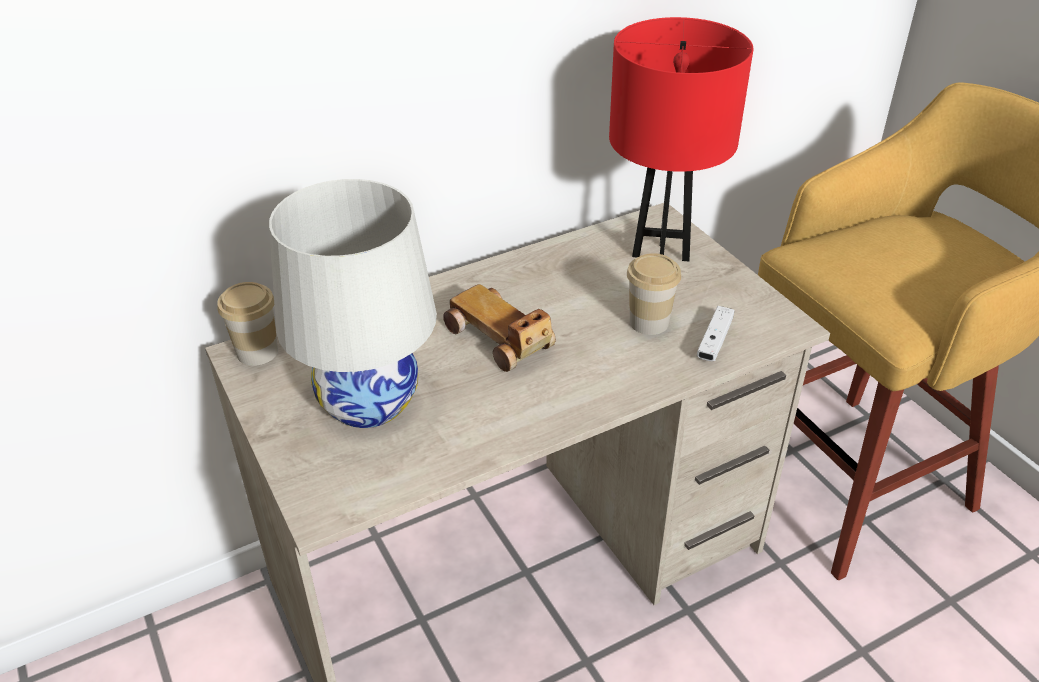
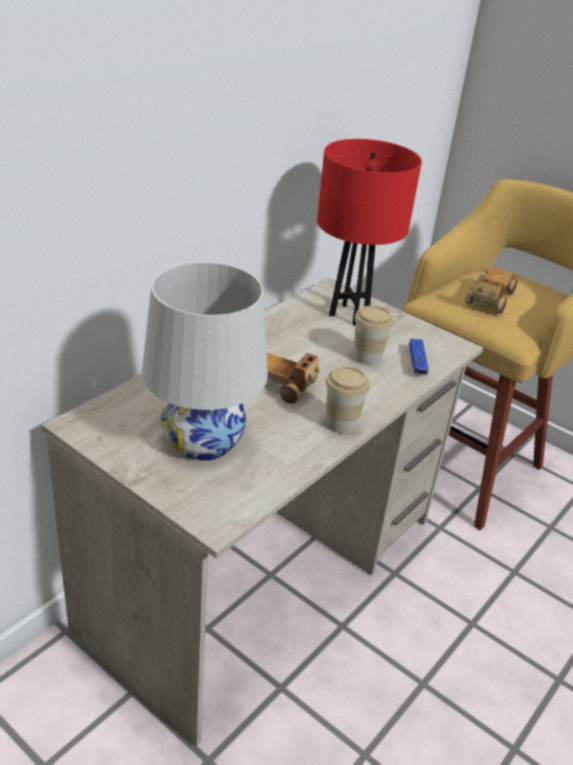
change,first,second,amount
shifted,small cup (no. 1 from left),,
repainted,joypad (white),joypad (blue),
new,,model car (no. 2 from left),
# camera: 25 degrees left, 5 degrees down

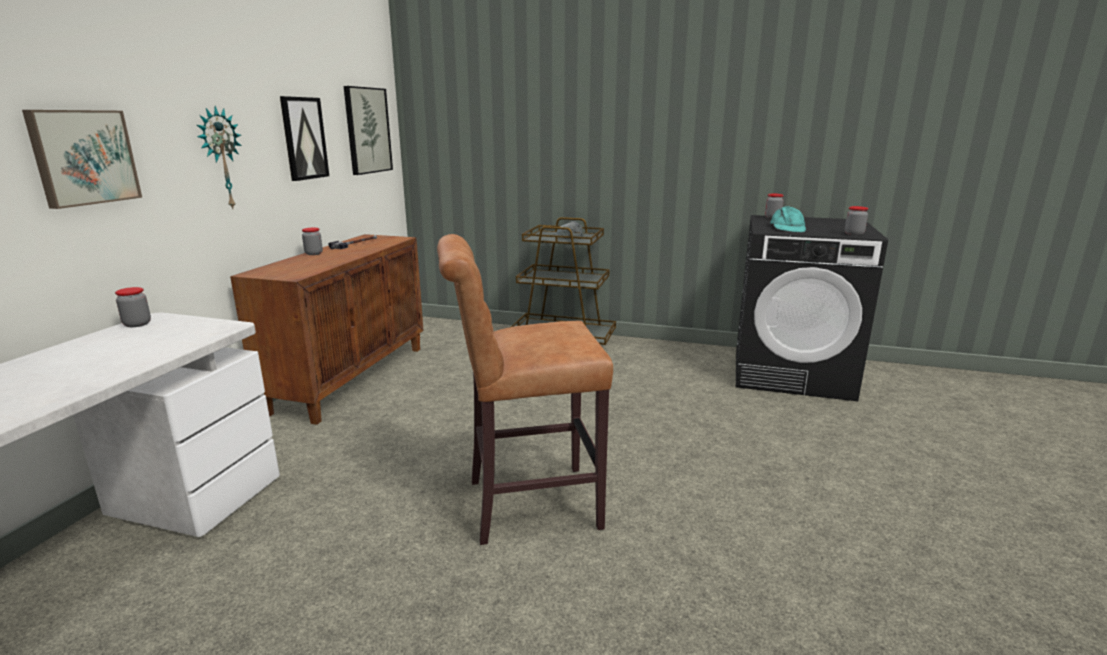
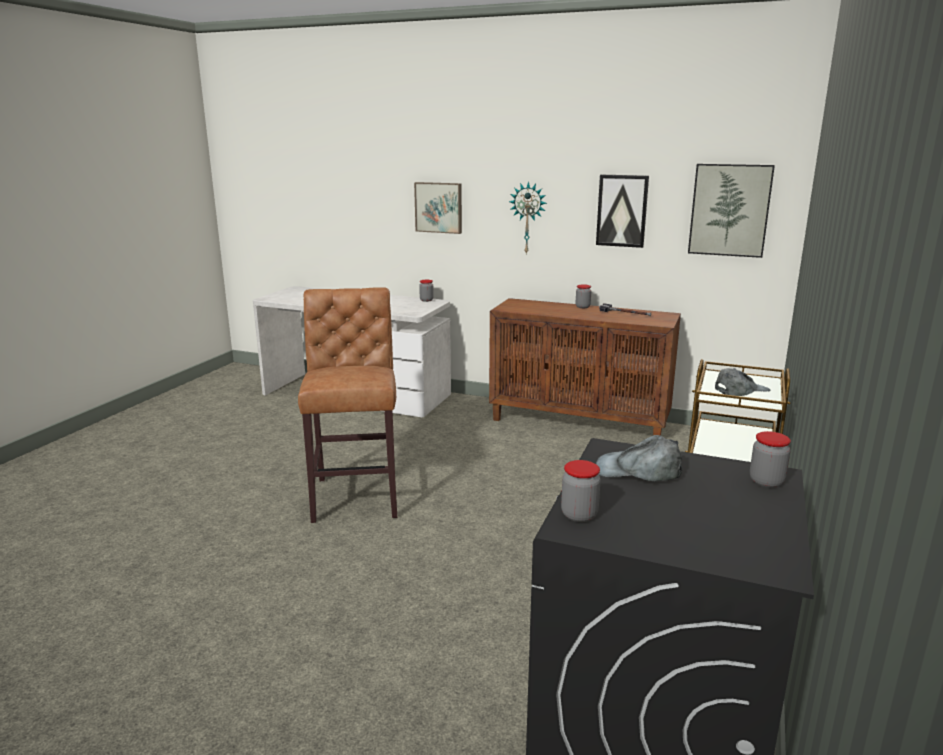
change,first,second,amount
repainted,cap (turquoise),cap (greyish) (no. 1 from left),
# camera: 95 degrees right, 0 degrees up

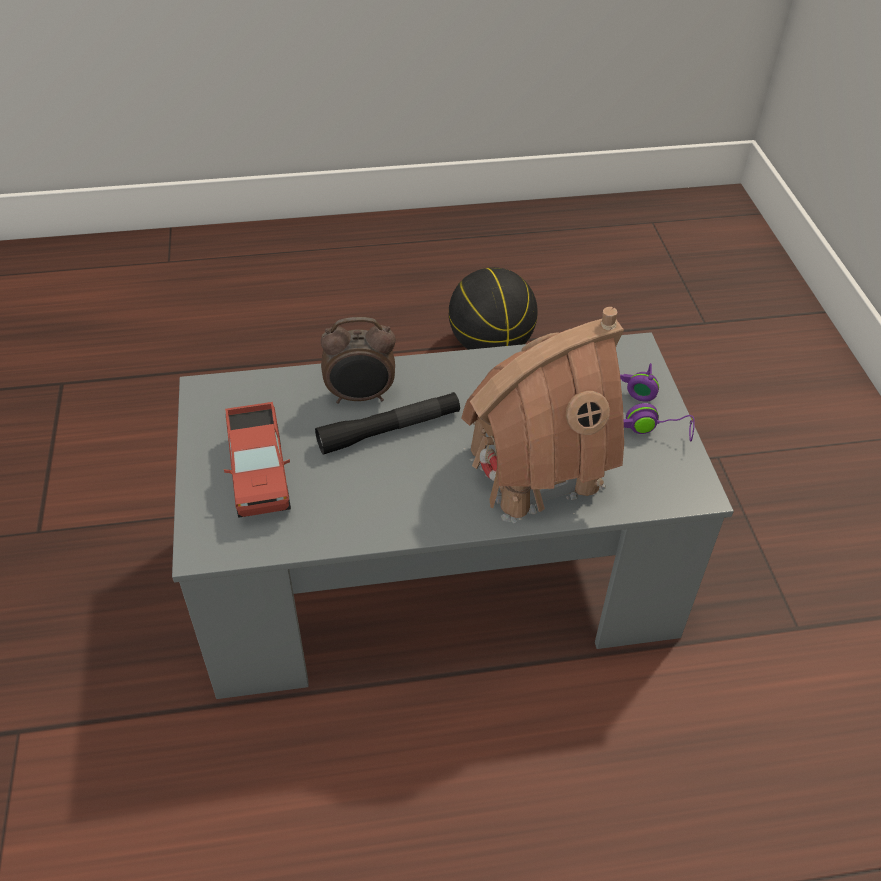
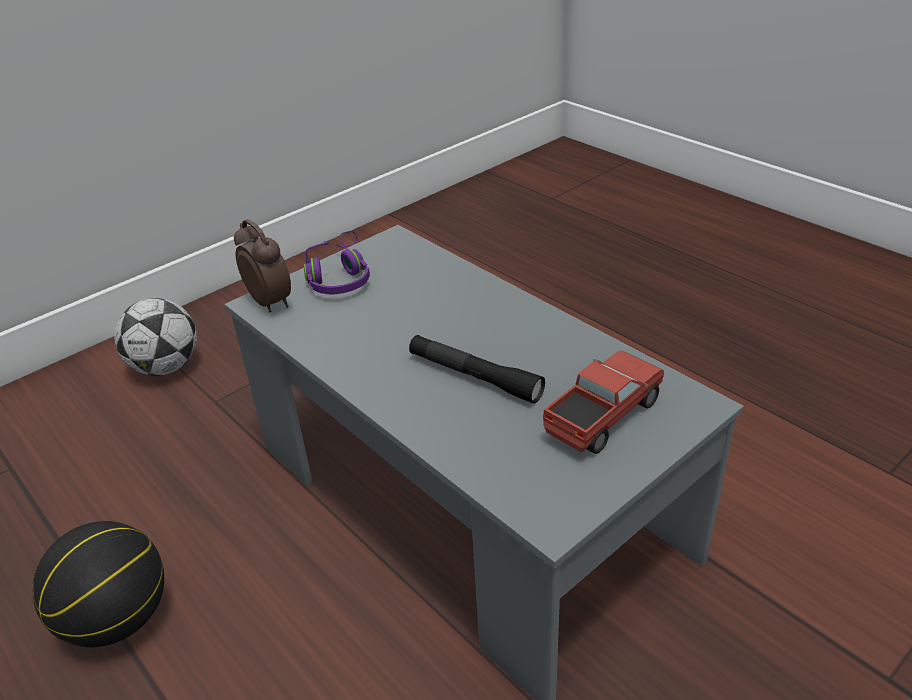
change,first,second,amount
gone,miniature house,,
shifted,table clock,,
new,,football,
# camera: 120 degrees left, 10 degrees down

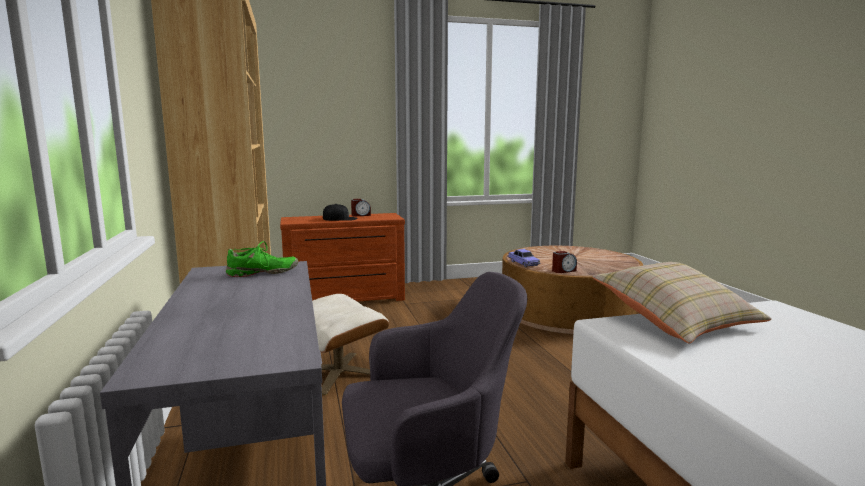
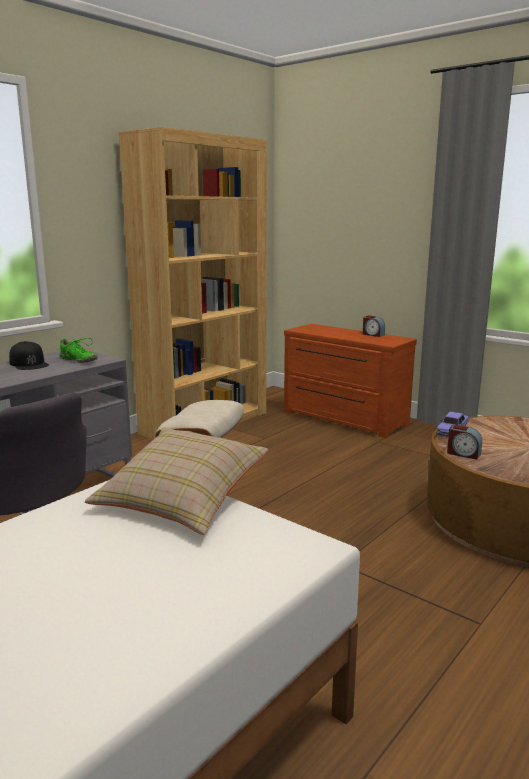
change,first,second,amount
shifted,cap (black),,
# camera: 55 degrees right, 5 degrees up

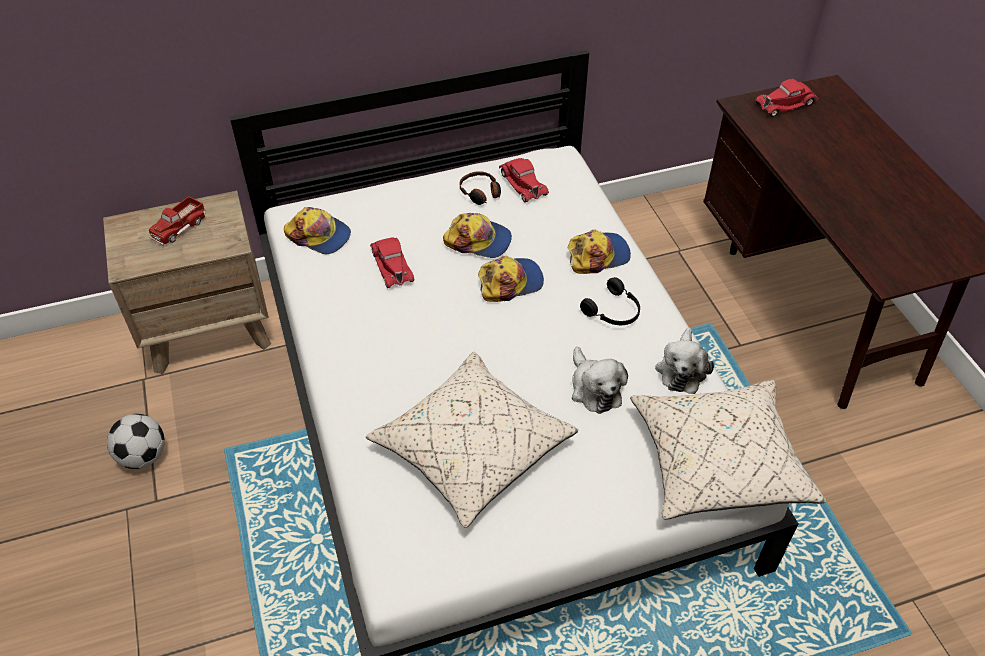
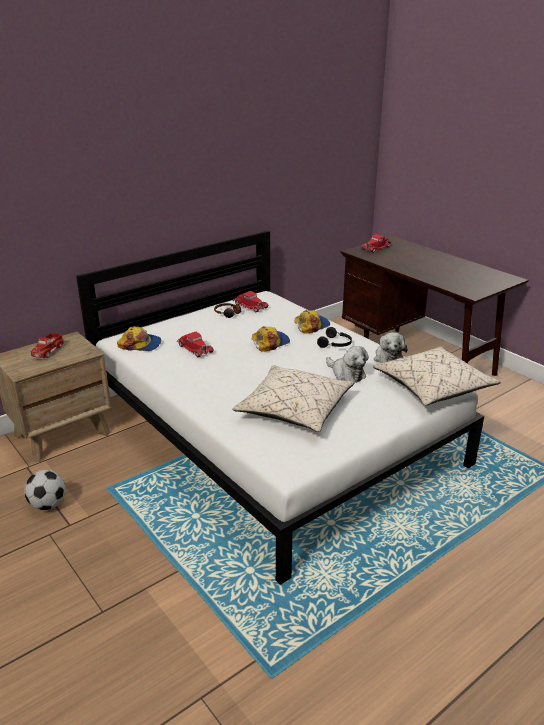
change,first,second,amount
gone,cap (no. 2 from left),,
# camera: 20 degrees left, 20 degrees down

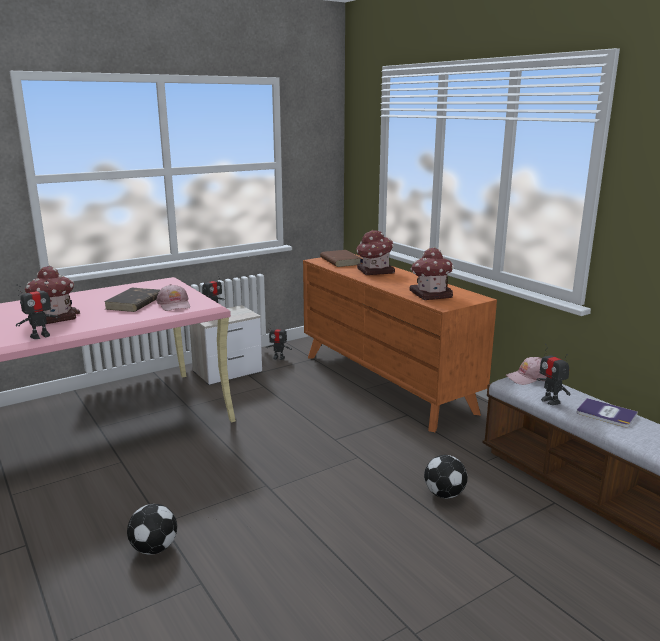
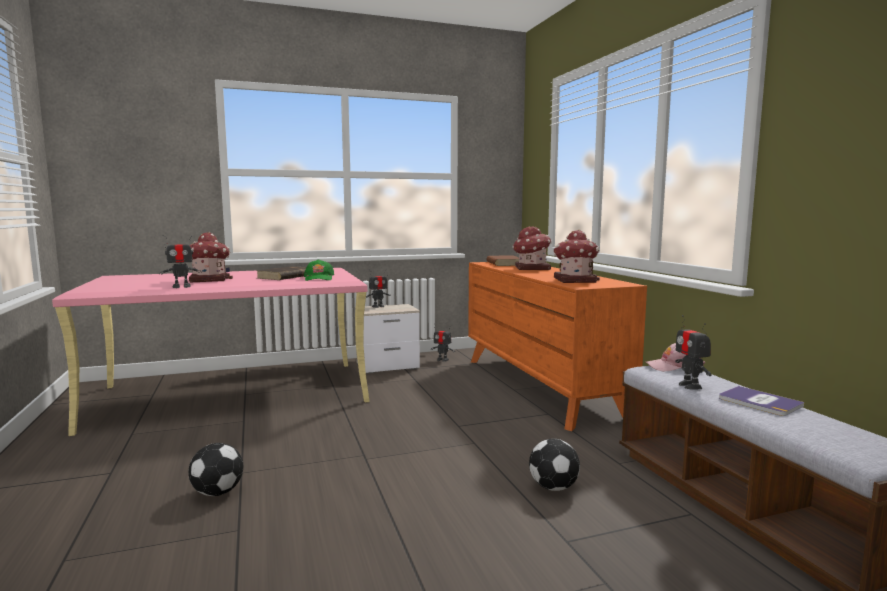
change,first,second,amount
repainted,cap (pink) (no. 1 from left),cap (greenish),
# camera: 15 degrees right, 10 degrees down

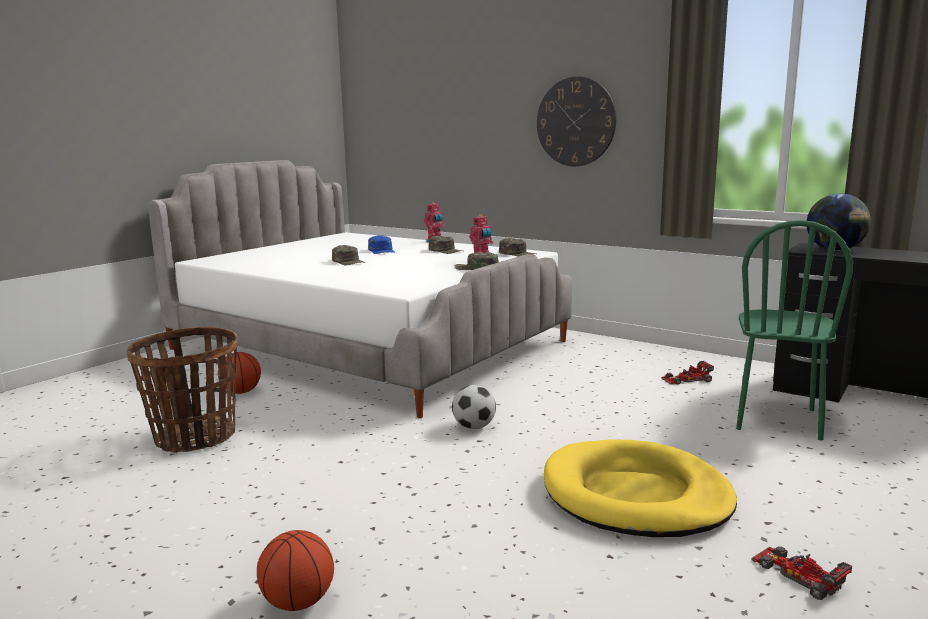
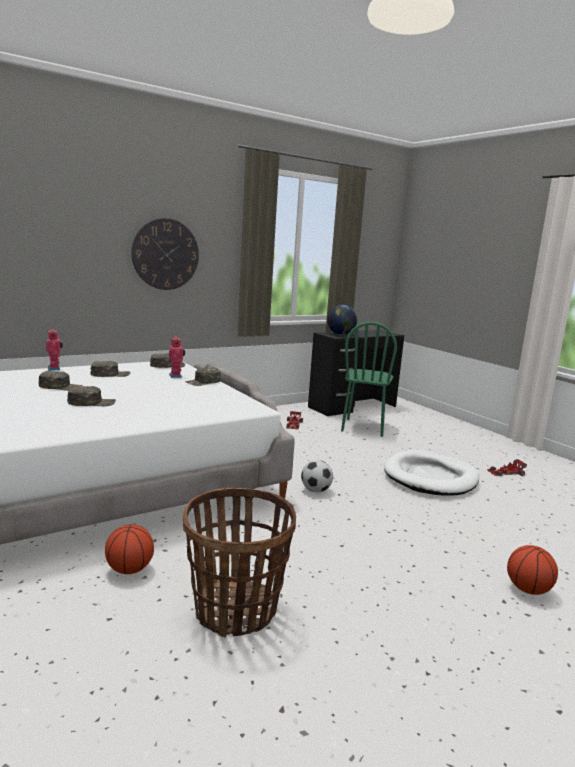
change,first,second,amount
rotated,plain chair (greenish),,60 degrees clockwise
repainted,cap (blue),cap (greenish) (no. 1 from left),
repainted,pet bed (yellow),pet bed (white),
# camera: 70 degrees left, 0 degrees up

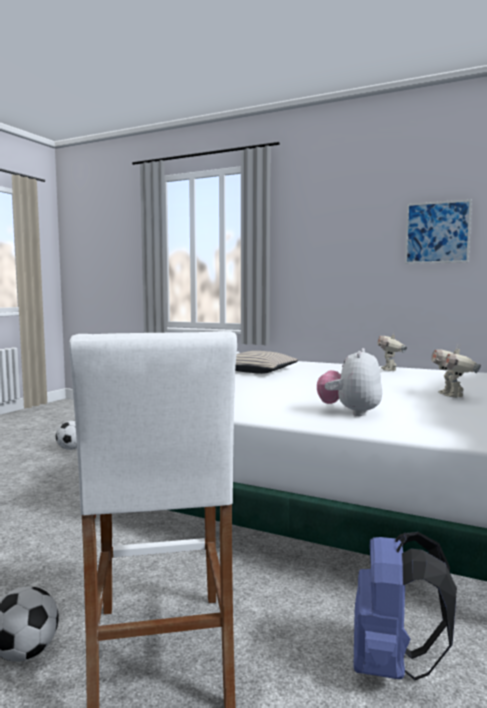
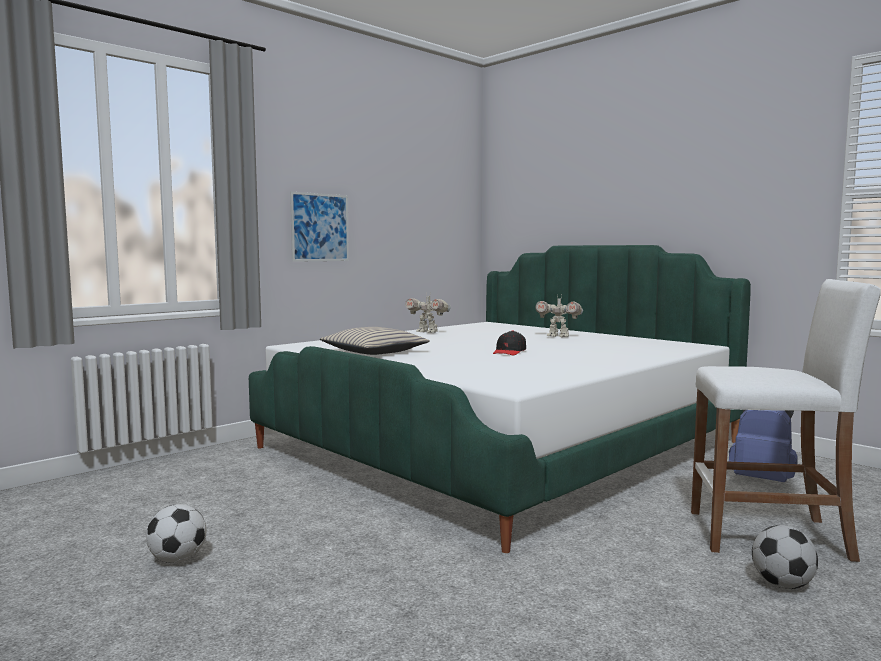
change,first,second,amount
shifted,wall picture,,
gone,soft toy,,
new,,cap (black),
# camera: 70 degrees left, 0 degrees up

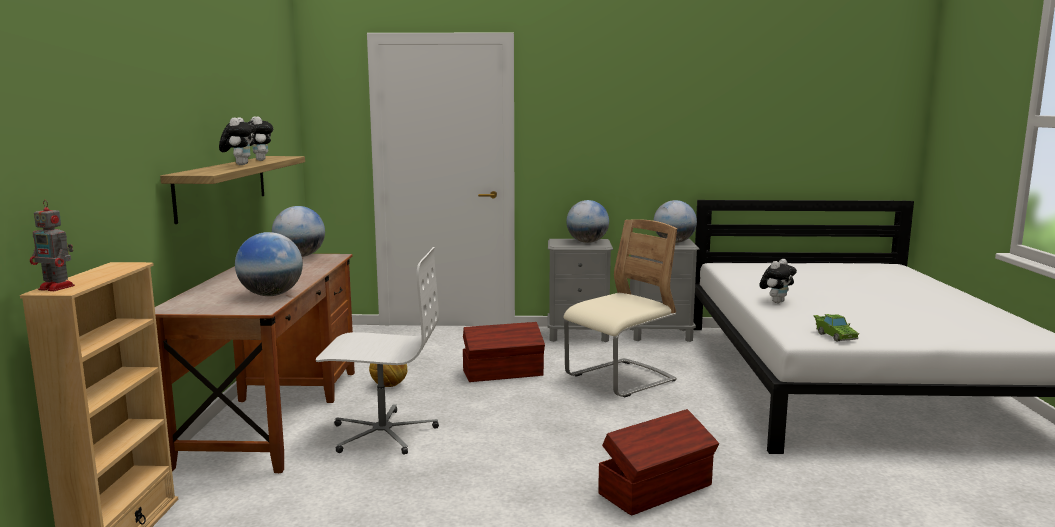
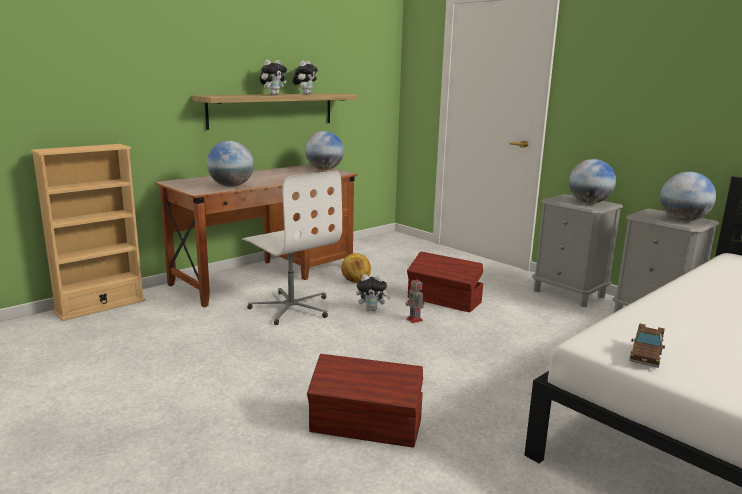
change,first,second,amount
shifted,model robot,,
gone,plain chair (beige),,
shifted,soft toy (no. 3 from left),,
repainted,model car (greenish),model car (brown-coloured),
# camera: 45 degrees right, 5 degrees up

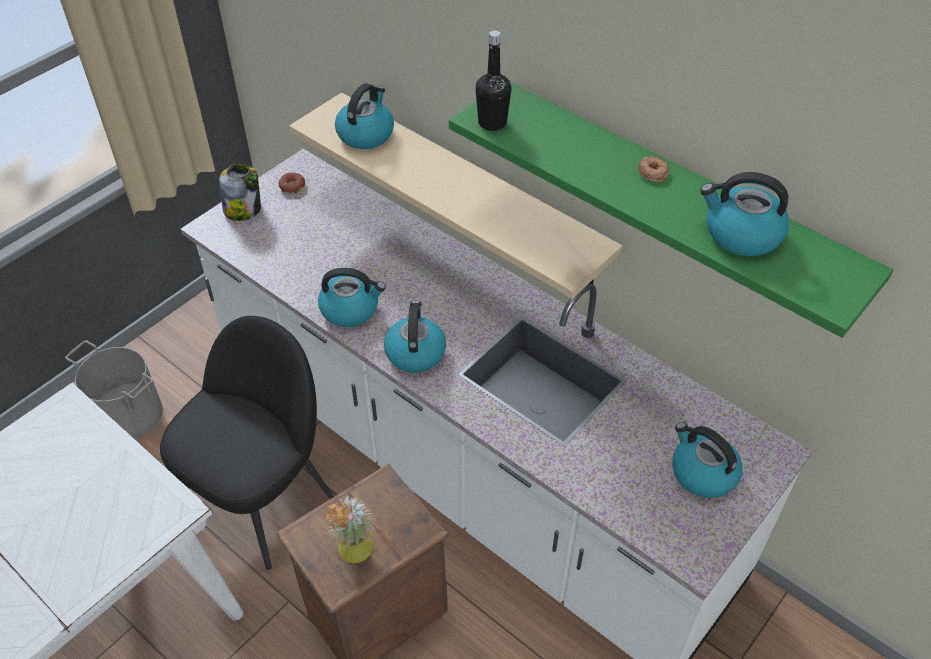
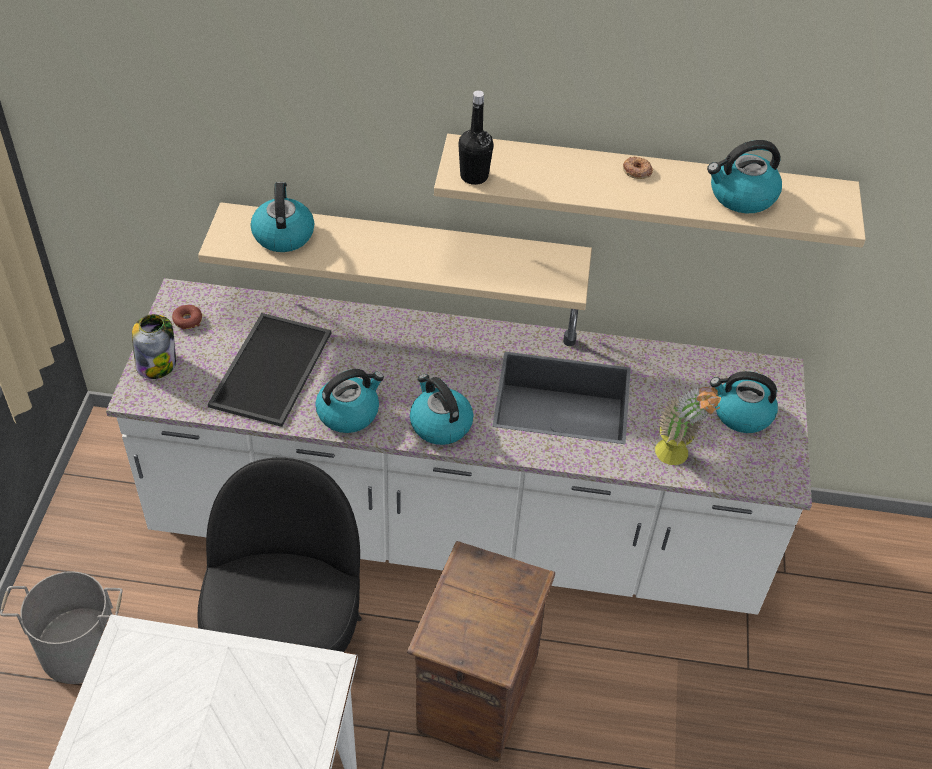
change,first,second,amount
repainted,bracket shelf (greenish),bracket shelf (beige) (no. 2 from left),
shifted,potted plant,,
new,,tray,
# camera: 35 degrees left, 0 degrees up

